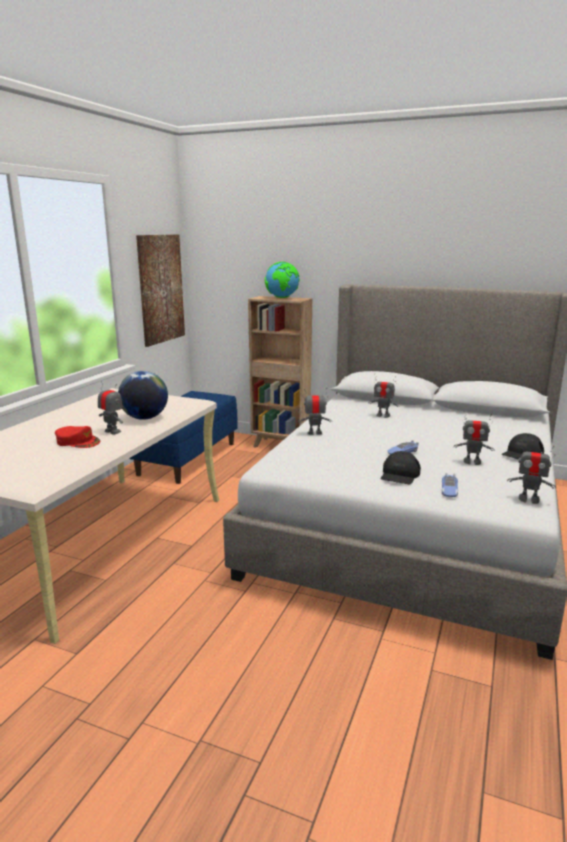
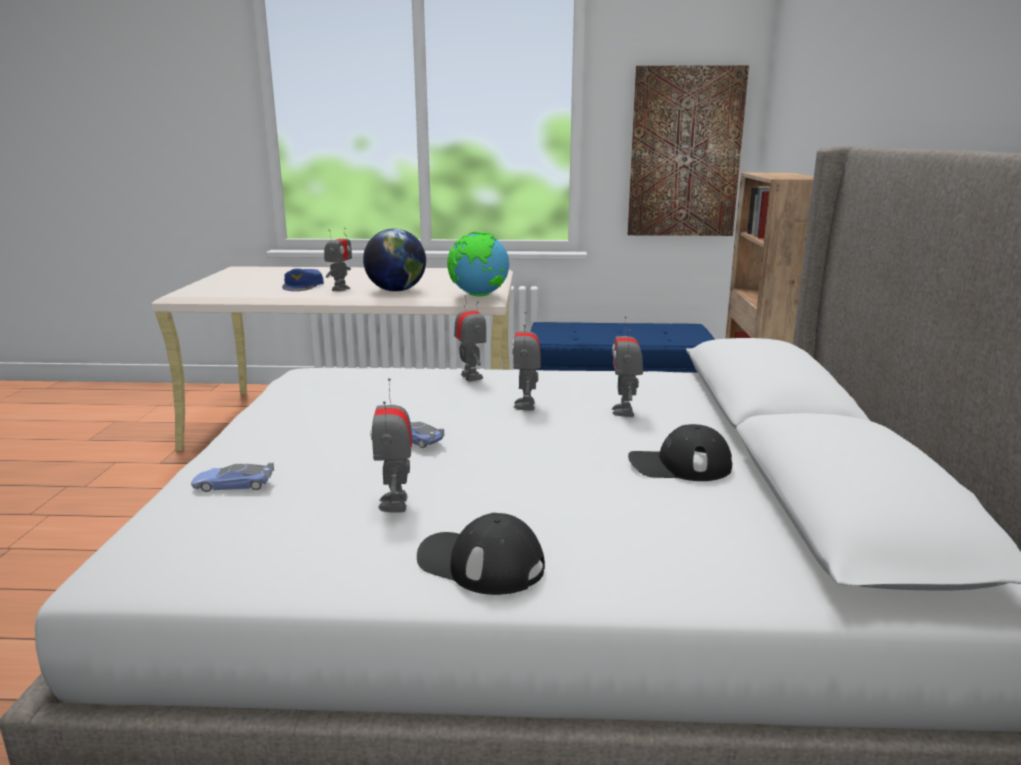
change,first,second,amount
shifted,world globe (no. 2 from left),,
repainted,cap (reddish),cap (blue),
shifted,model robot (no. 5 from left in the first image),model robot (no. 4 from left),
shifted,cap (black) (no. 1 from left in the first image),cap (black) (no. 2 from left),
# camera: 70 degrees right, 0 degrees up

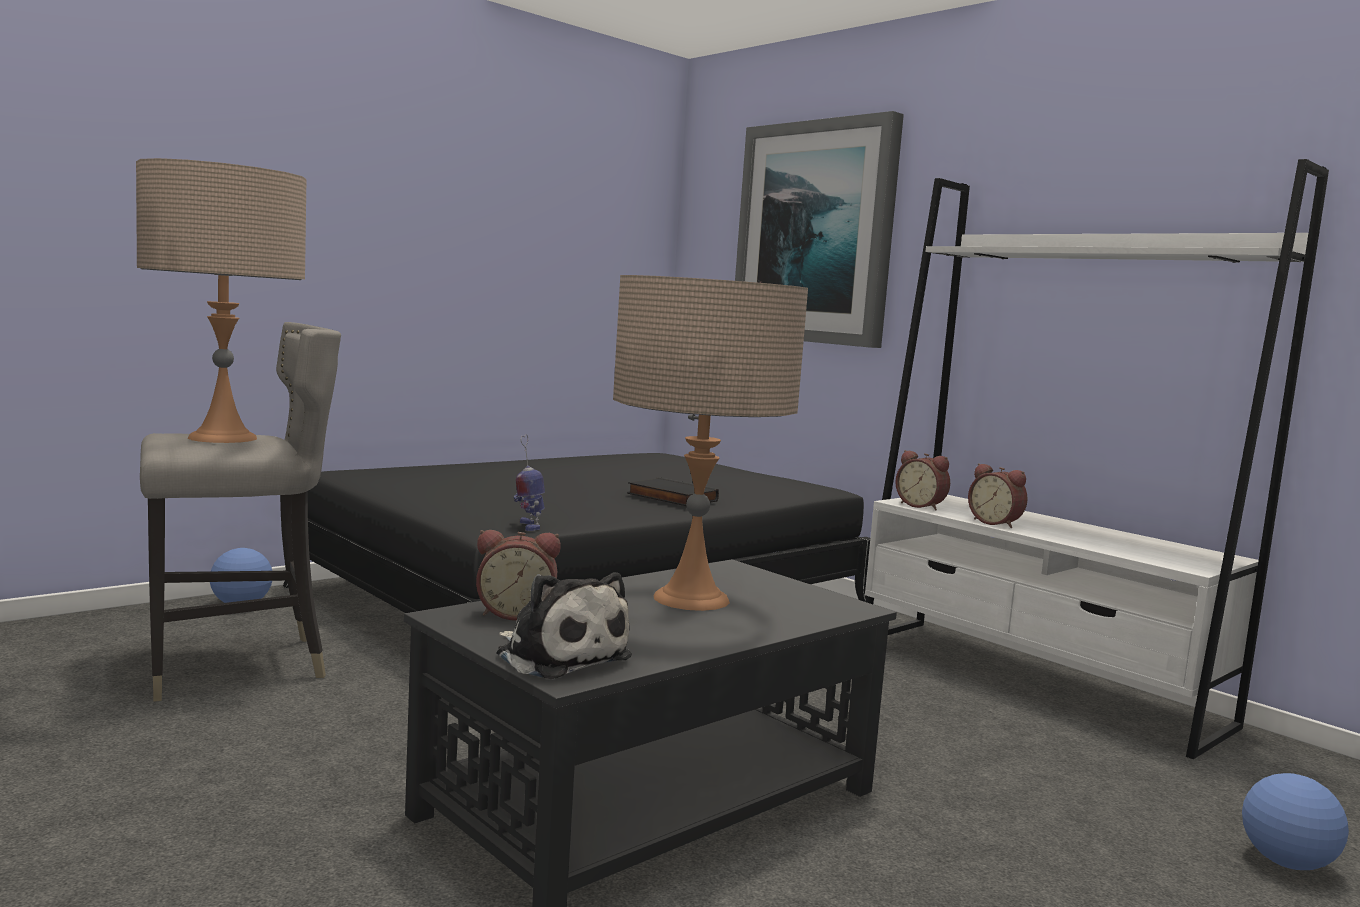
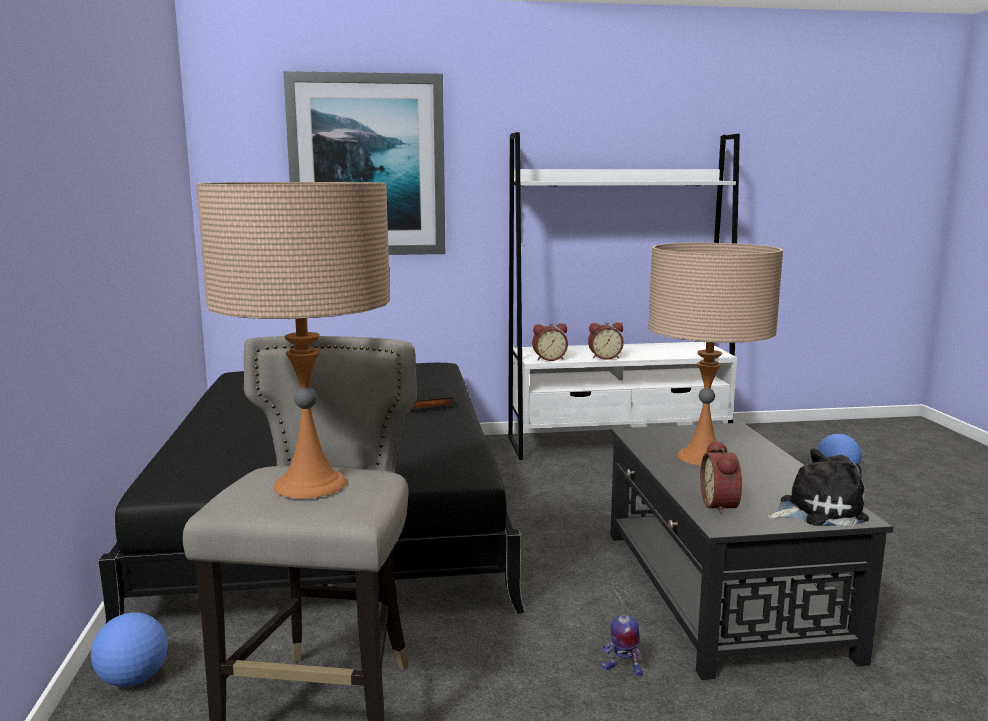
change,first,second,amount
shifted,model robot,,
rotated,table clock (no. 1 from left in the first image),table clock (no. 3 from left),150 degrees clockwise
# camera: 55 degrees left, 5 degrees up

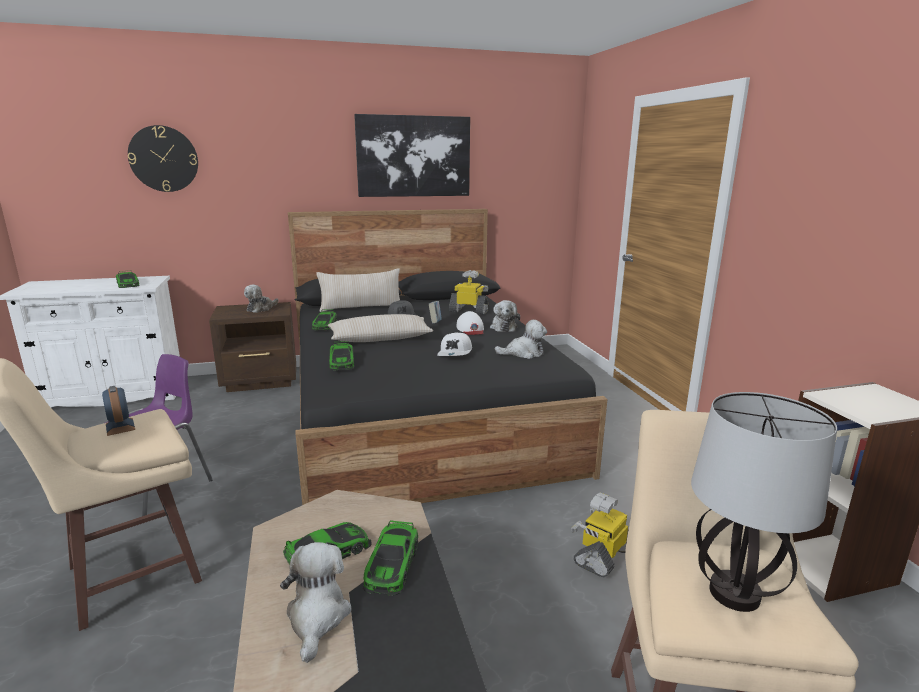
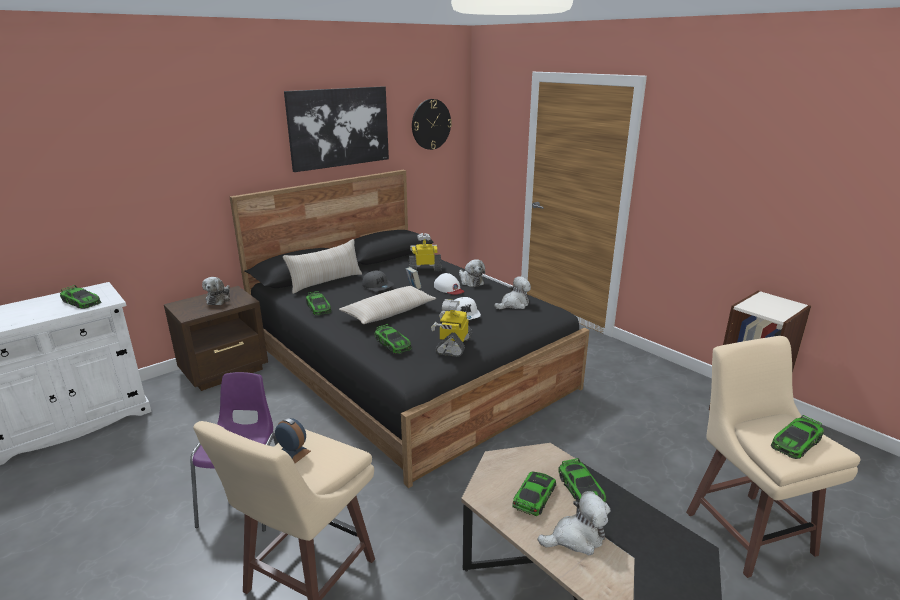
change,first,second,amount
shifted,clock on the wall,,
swapped,table lamp,model car (no. 6 from left),
shifted,model robot (no. 2 from left),,
rotated,soft toy (no. 2 from left in the first image),soft toy (no. 4 from left),105 degrees clockwise
# camera: 25 degrees left, 5 degrees up

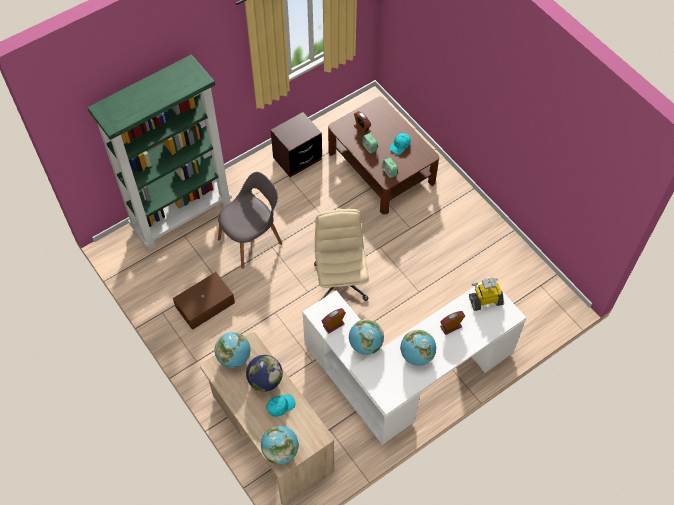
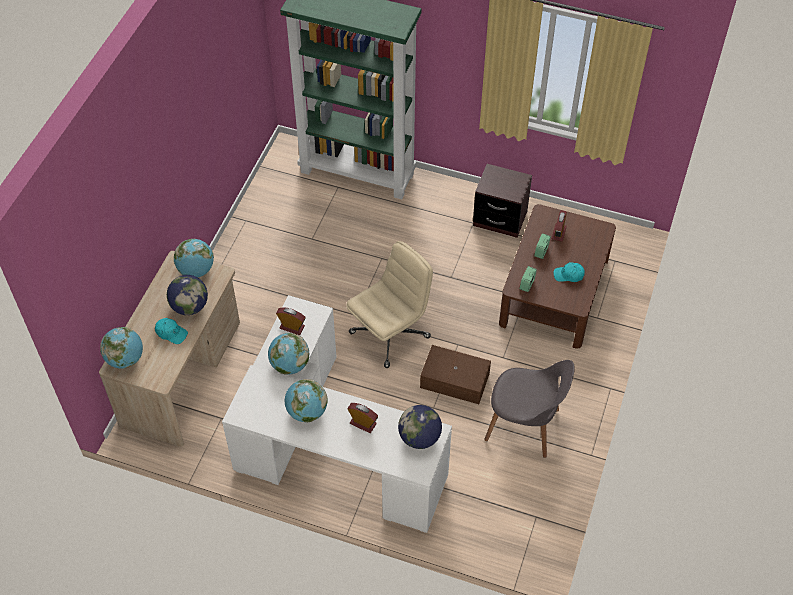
change,first,second,amount
shifted,plain chair (greyish),,
shifted,storage box (brown-coloured),,
swapped,model robot,world globe (no. 6 from left),
# camera: 55 degrees right, 5 degrees down

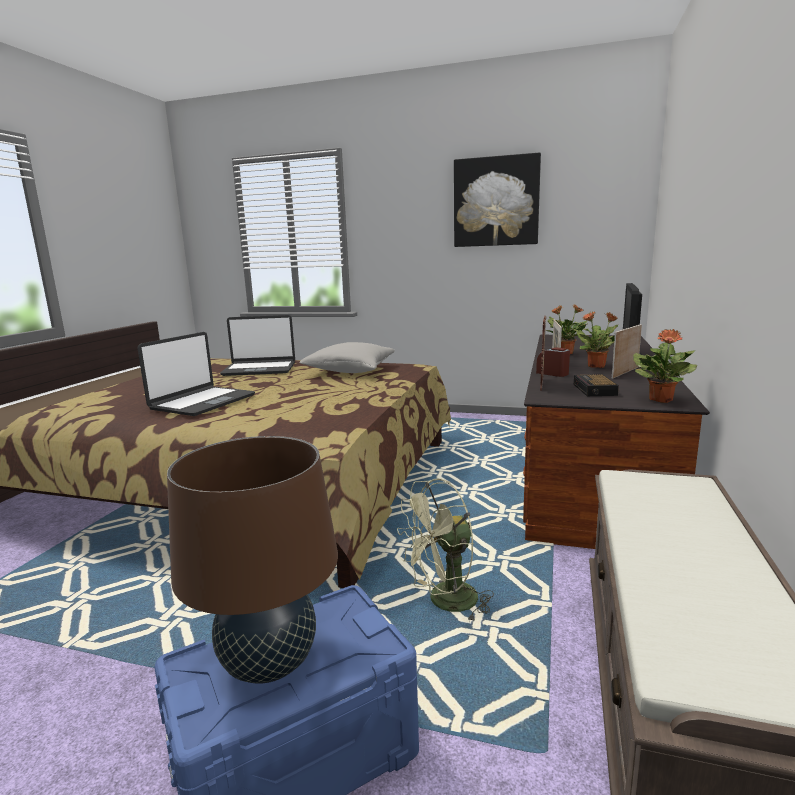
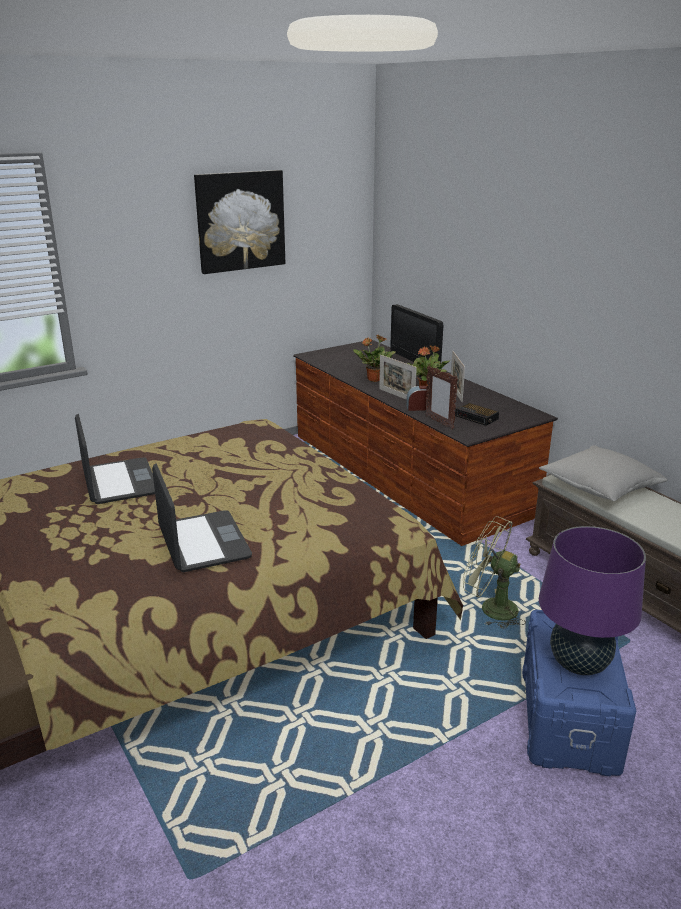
change,first,second,amount
rotated,notebook computer (no. 2 from left in the first image),notebook computer (no. 1 from left),60 degrees counterclockwise
gone,potted plant (no. 3 from left),,
shifted,cushion (greyish),,
repainted,table lamp (brown-coloured),table lamp (purple-coloured),
rotated,fan (greenish),,105 degrees clockwise
# camera: 50 degrees left, 10 degrees up

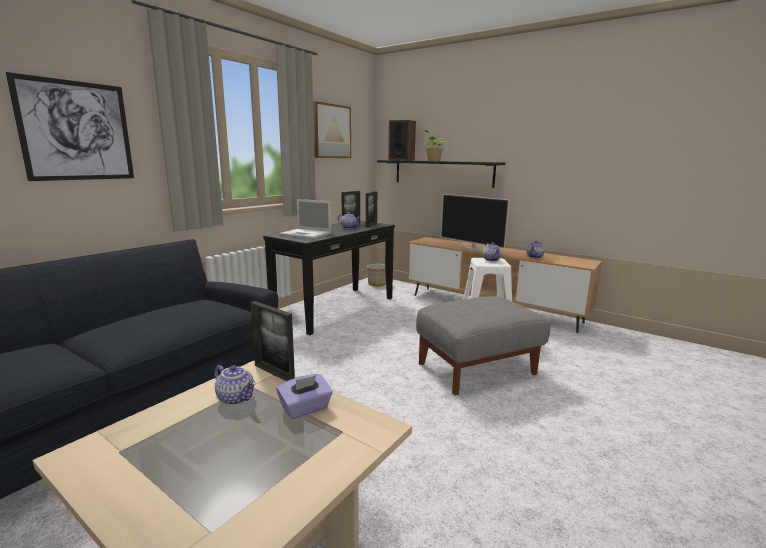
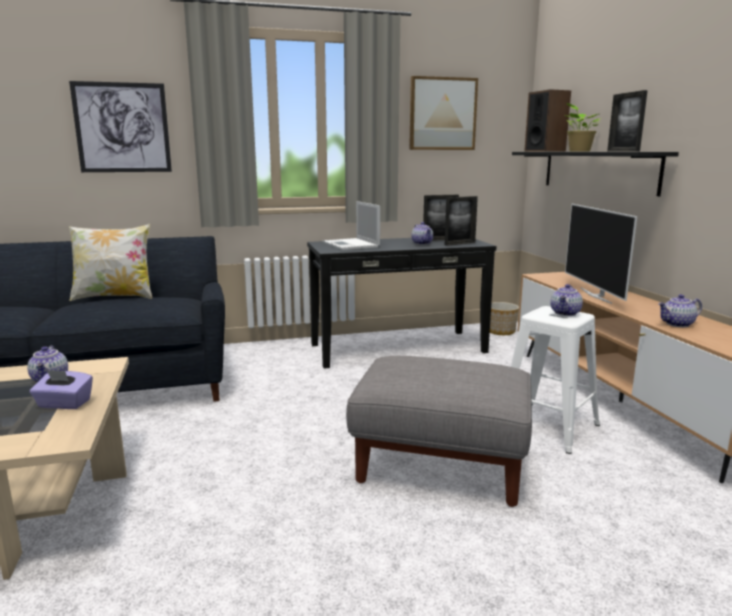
change,first,second,amount
shifted,standing frame (no. 1 from left in the first image),standing frame (no. 3 from left),
new,,cushion,
# camera: 40 degrees right, 0 degrees up

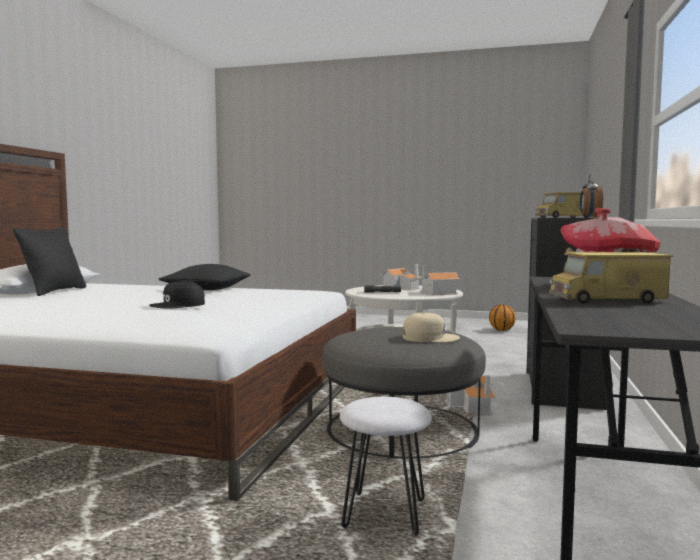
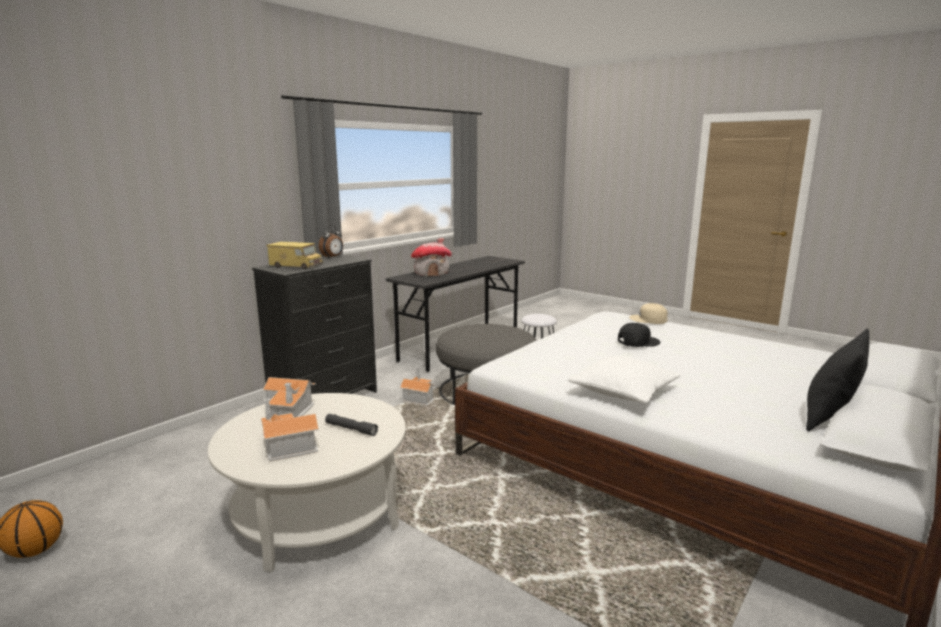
change,first,second,amount
gone,model truck (no. 2 from left),,
repainted,cushion (black) (no. 2 from left),cushion (white),
shifted,cap (beige),,
# camera: 155 degrees left, 10 degrees up

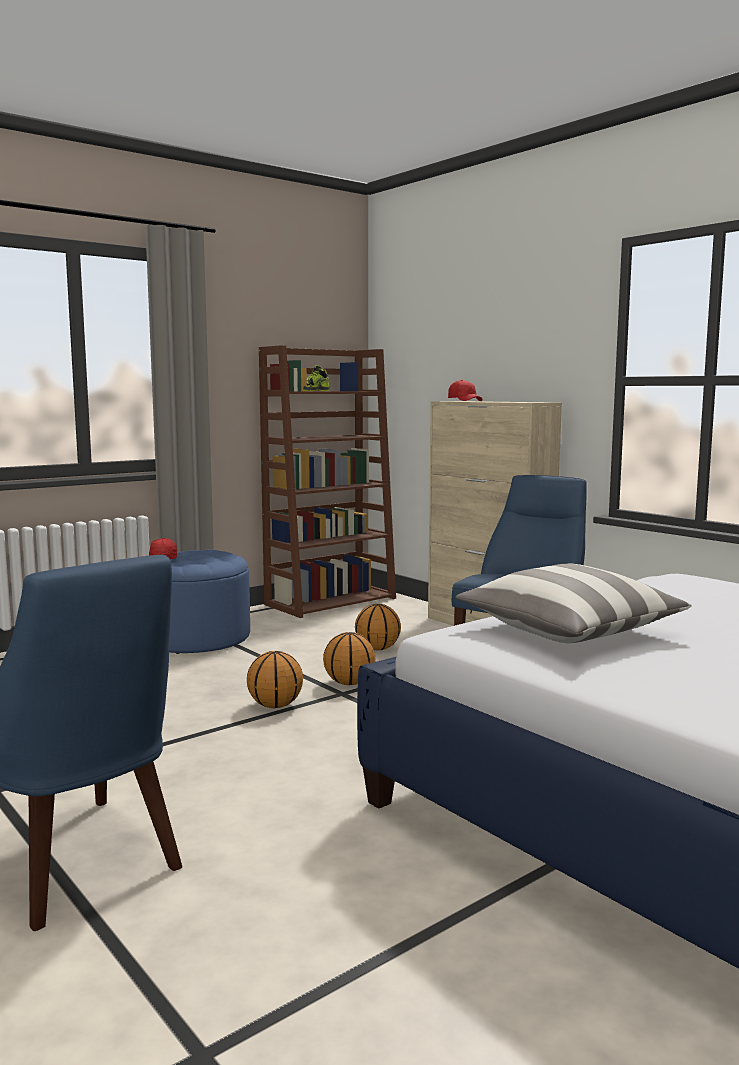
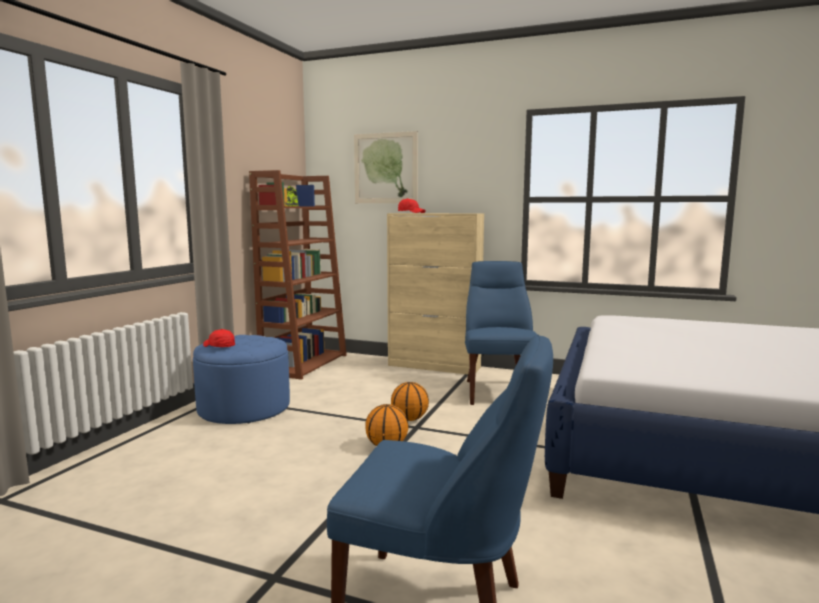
change,first,second,amount
gone,cushion,,
gone,ball for basketball (no. 3 from left),,
new,,wall picture,
# camera: 30 degrees left, 0 degrees up

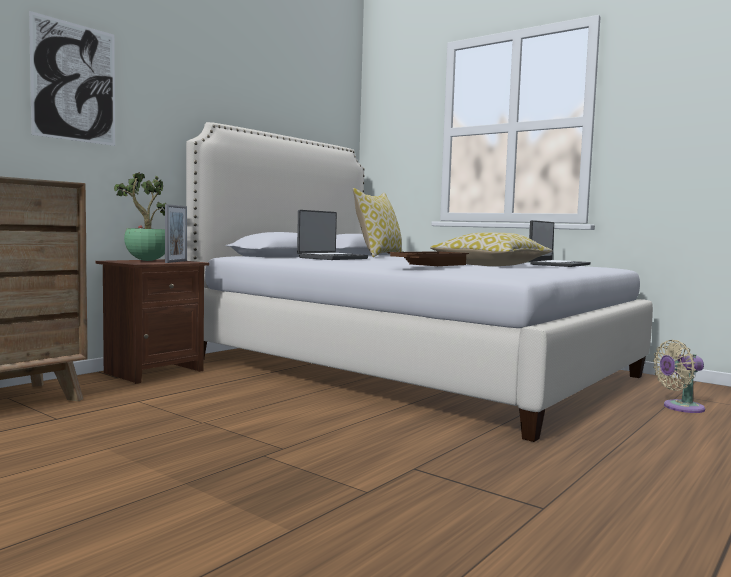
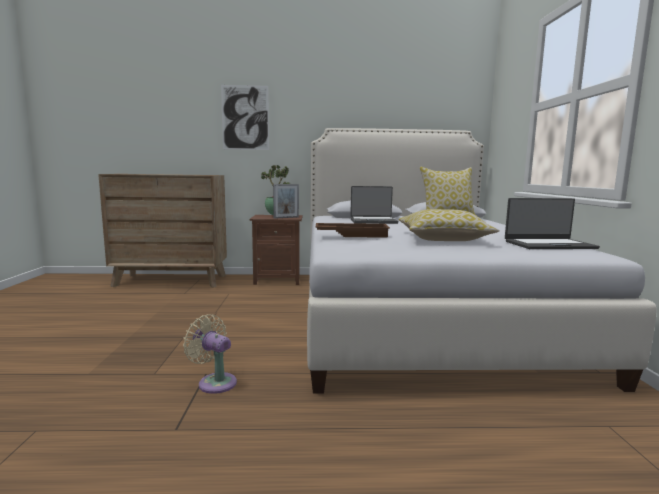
change,first,second,amount
shifted,fan (beige),,
# camera: 50 degrees right, 5 degrees up

